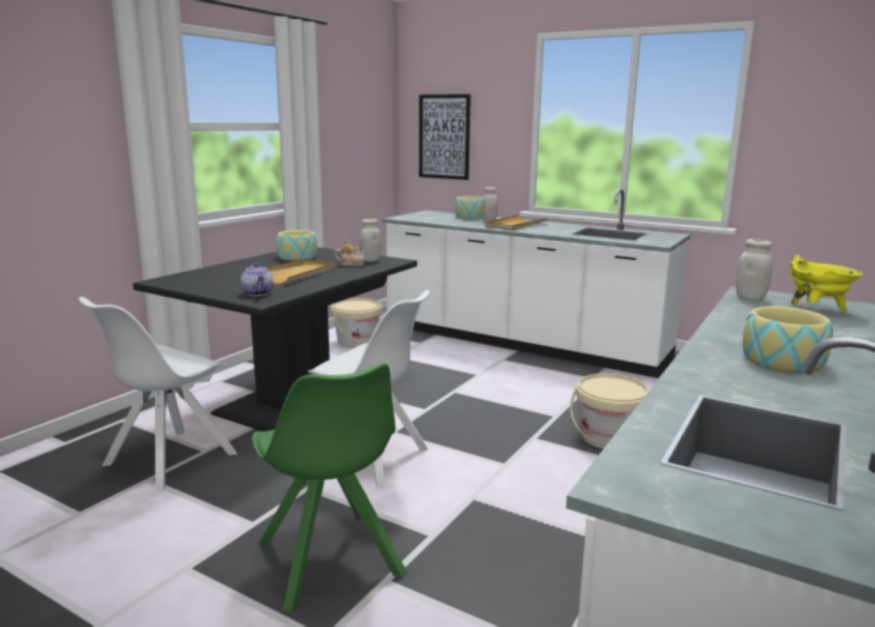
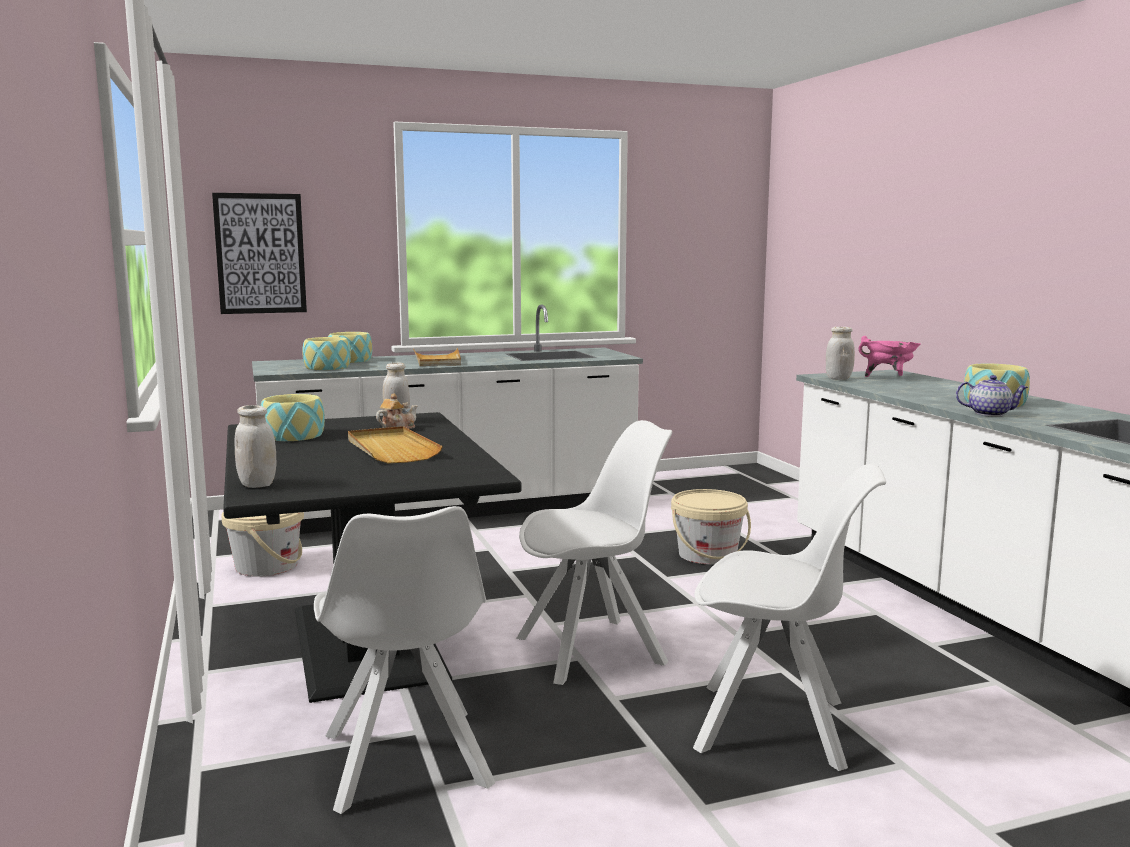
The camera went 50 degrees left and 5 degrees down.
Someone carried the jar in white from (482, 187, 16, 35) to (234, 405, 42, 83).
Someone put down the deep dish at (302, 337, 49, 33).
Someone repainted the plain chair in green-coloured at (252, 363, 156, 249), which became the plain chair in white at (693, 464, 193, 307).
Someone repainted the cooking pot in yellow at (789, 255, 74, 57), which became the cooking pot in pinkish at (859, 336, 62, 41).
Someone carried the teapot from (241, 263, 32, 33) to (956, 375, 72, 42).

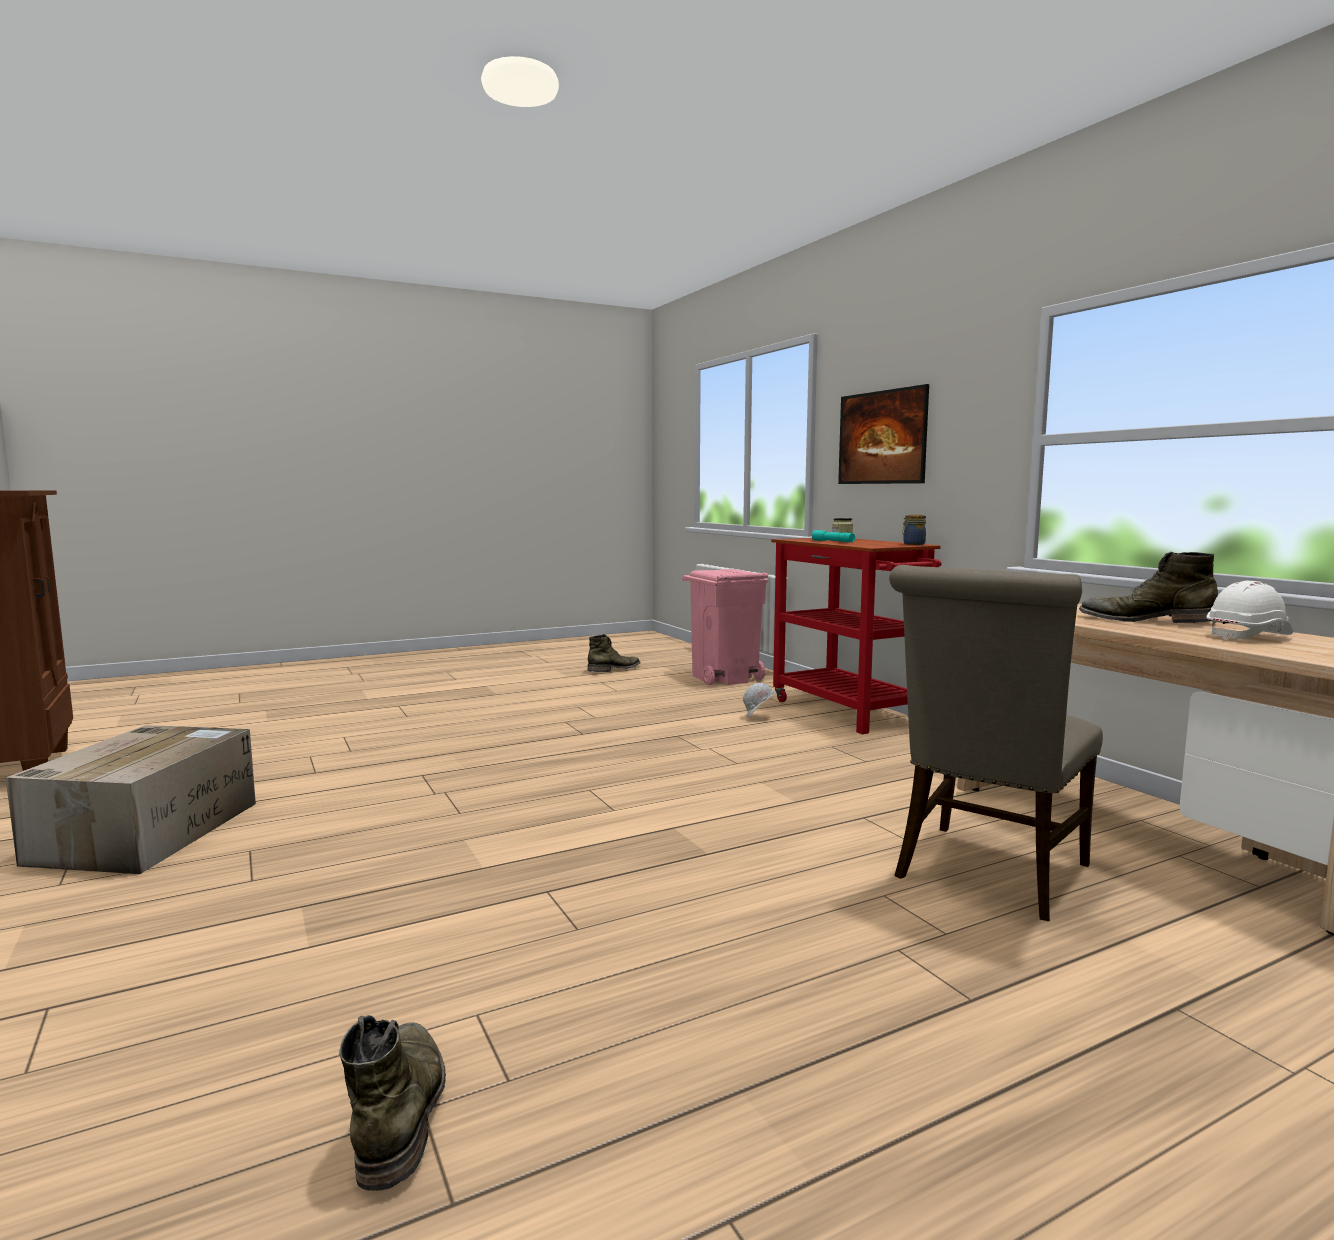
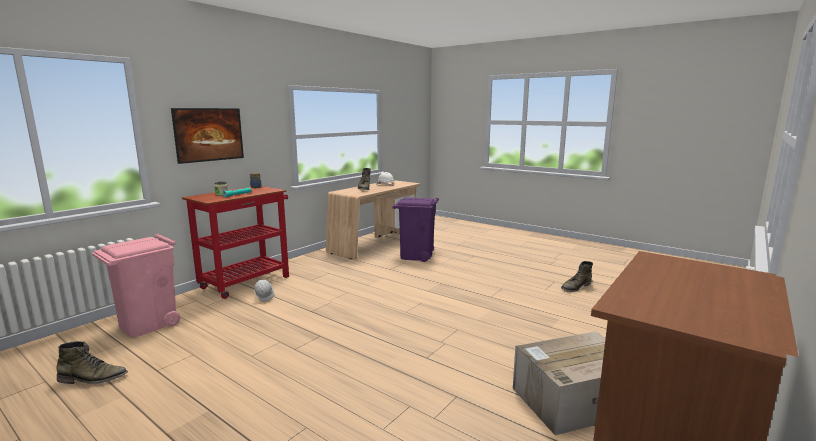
The camera went 115 degrees left and 5 degrees up.
Someone rotated the boot in green-coloured at (587, 634, 54, 38) by 150 degrees clockwise.
Someone swapped the plain chair in sand-coloured at (889, 565, 214, 356) for the waste bin in purple-coloured at (393, 198, 46, 64).

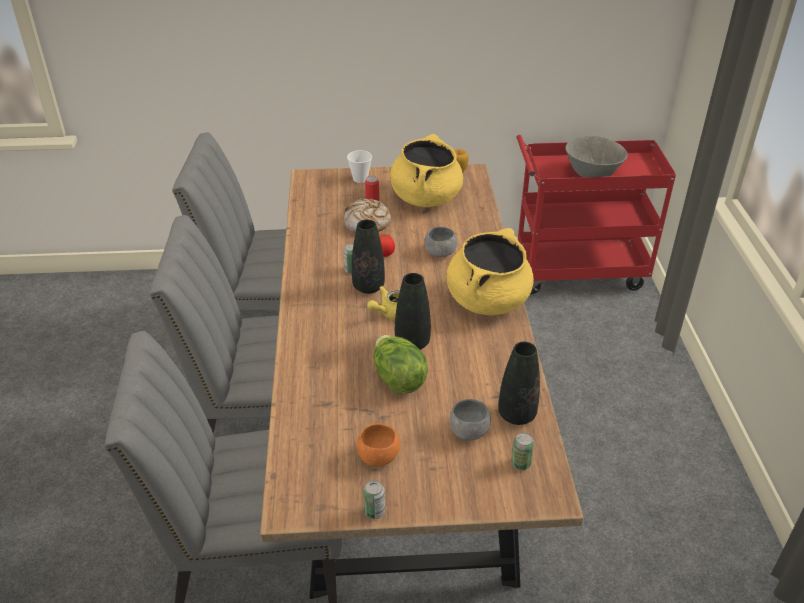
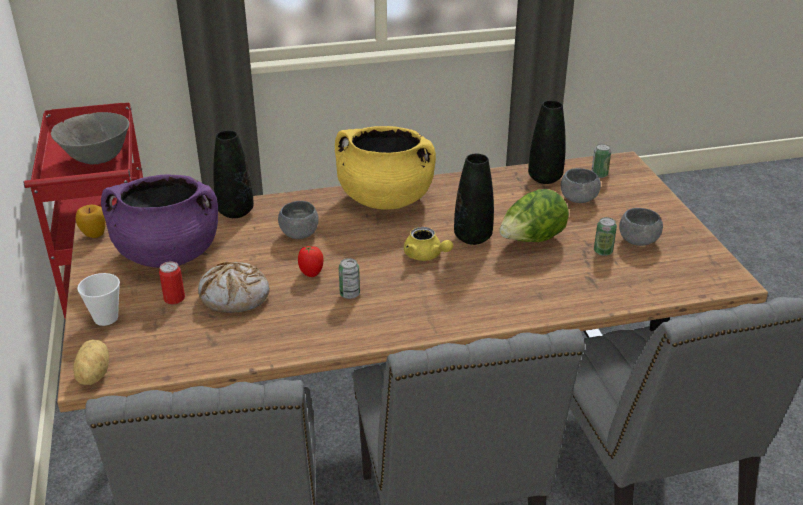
The camera went 100 degrees left and 5 degrees down.
Someone put down the whole potato at (73, 340, 36, 45).
Someone repainted the cooking pot in yellow at (390, 134, 73, 73), which became the cooking pot in purple-coloured at (101, 174, 117, 94).
Someone carried the flower vase in black from (352, 220, 33, 74) to (213, 130, 41, 88).
Someone carried the metal can from (363, 480, 22, 39) to (594, 217, 23, 39).
Someone repainted the deep dish in orange-coloured at (357, 423, 43, 44), which became the deep dish in greyish at (619, 208, 44, 38).

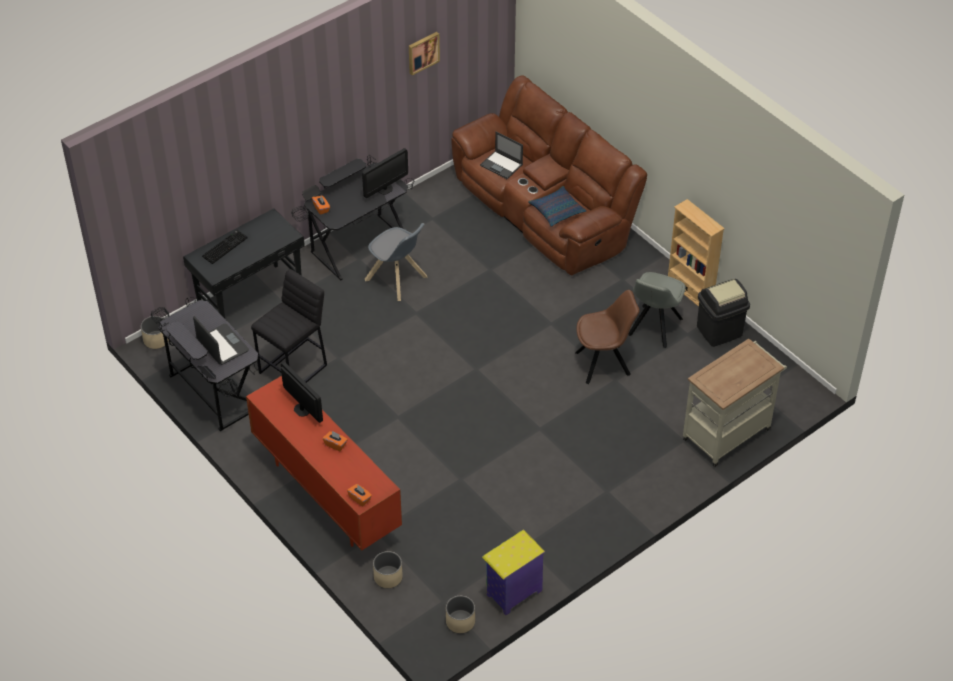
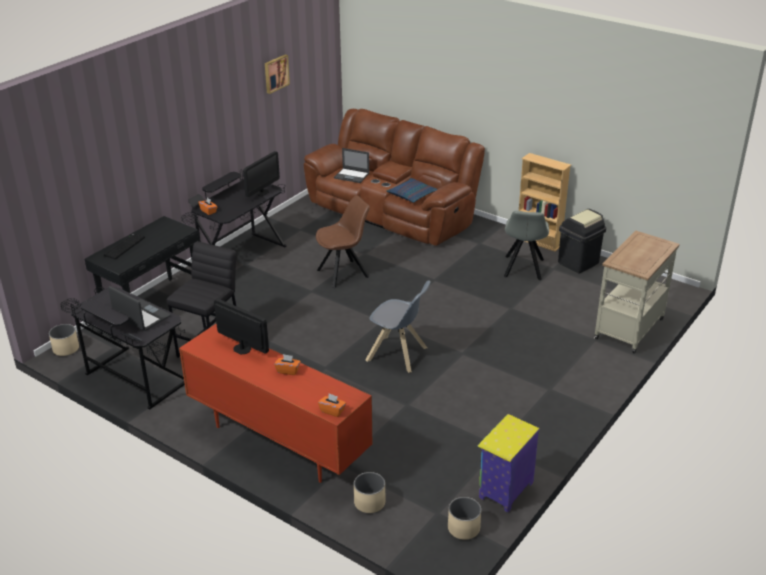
The camera went 15 degrees left and 15 degrees down.
Someone carried the plain chair in brown-coloured from (575, 290, 64, 94) to (316, 195, 54, 93).
Someone carried the plain chair in greyish from (365, 223, 63, 78) to (366, 280, 65, 93).

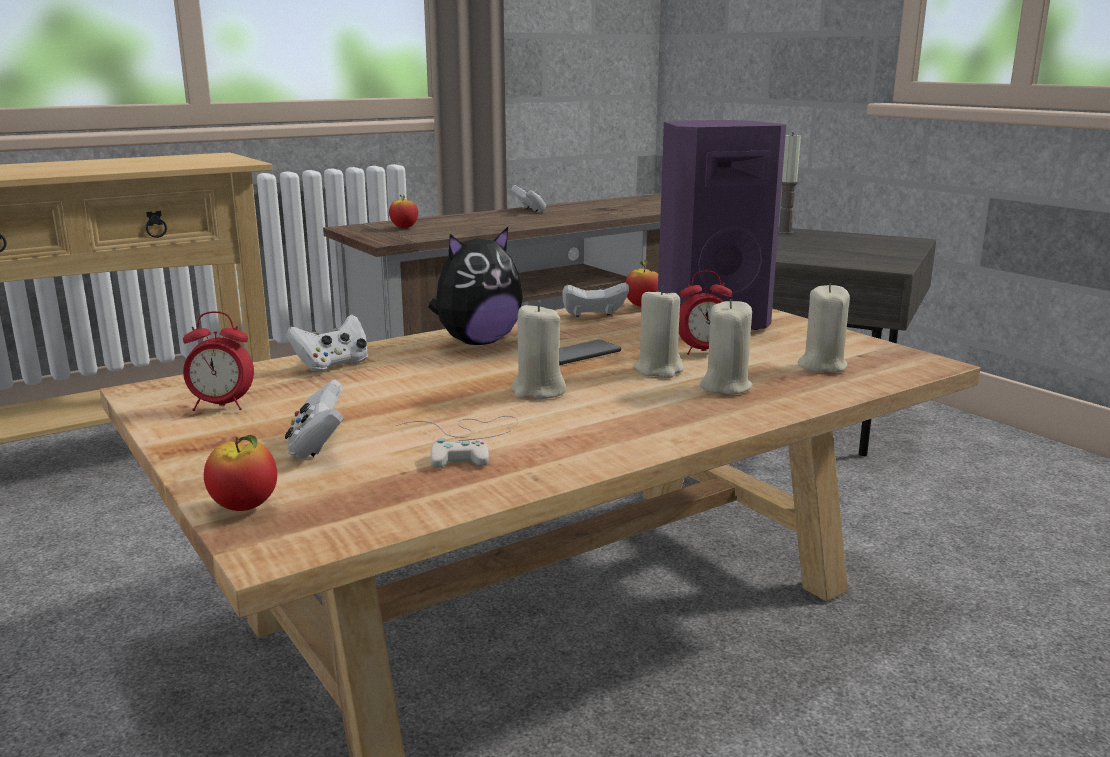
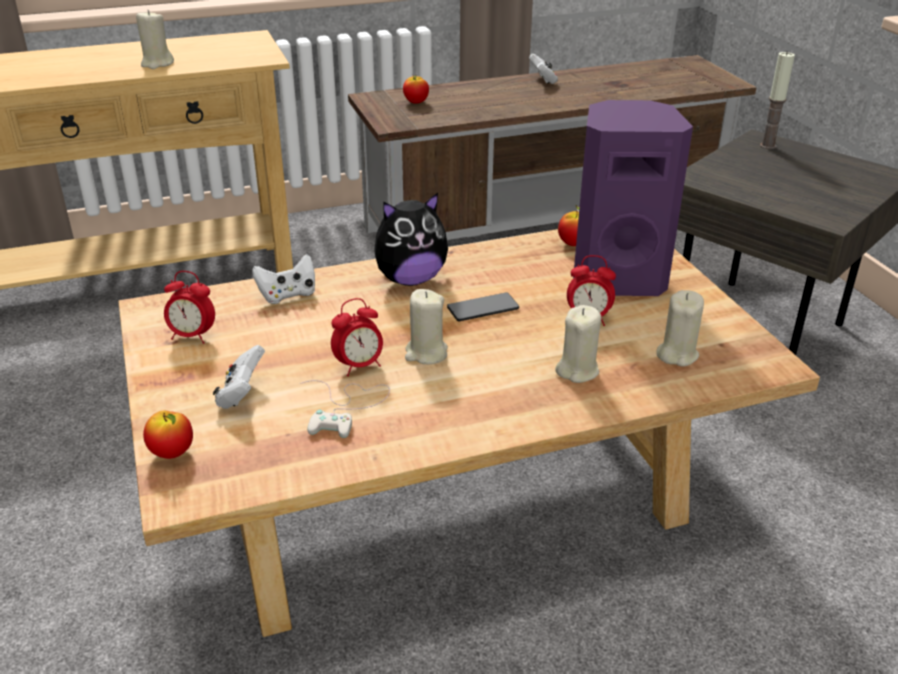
The camera went 15 degrees right and 15 degrees up.
Someone carried the wax light in sand-coloured from (634, 286, 50, 92) to (136, 10, 38, 59).
Someone put down the table clock at (331, 298, 52, 78).
Someone took away the game controller in white at (562, 283, 67, 34).

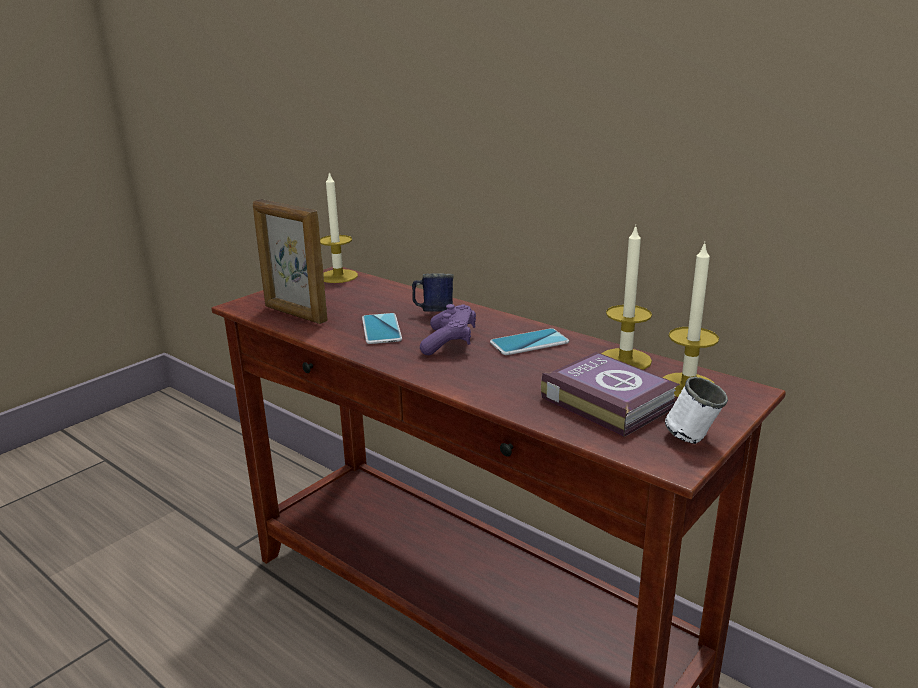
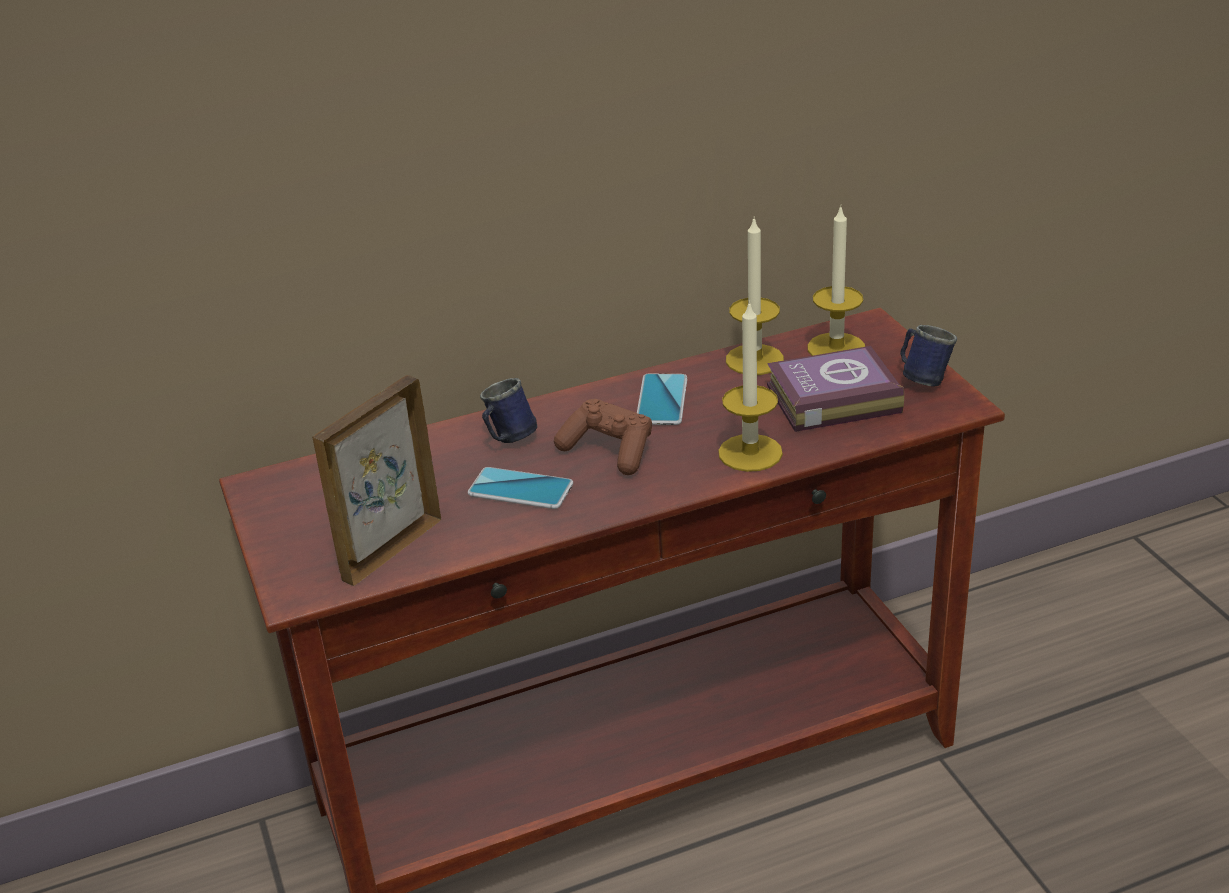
The camera went 60 degrees left and 10 degrees up.
Someone rotated the picture frame at (252, 199, 75, 125) by 150 degrees clockwise.
Someone repainted the game controller in purple-coloured at (420, 304, 56, 51), which became the game controller in brown-coloured at (554, 399, 98, 76).
Someone carried the wax light from (320, 171, 38, 112) to (718, 300, 65, 172).
Someone repainted the mug in white at (665, 377, 63, 67), which became the mug in blue at (900, 325, 57, 62).

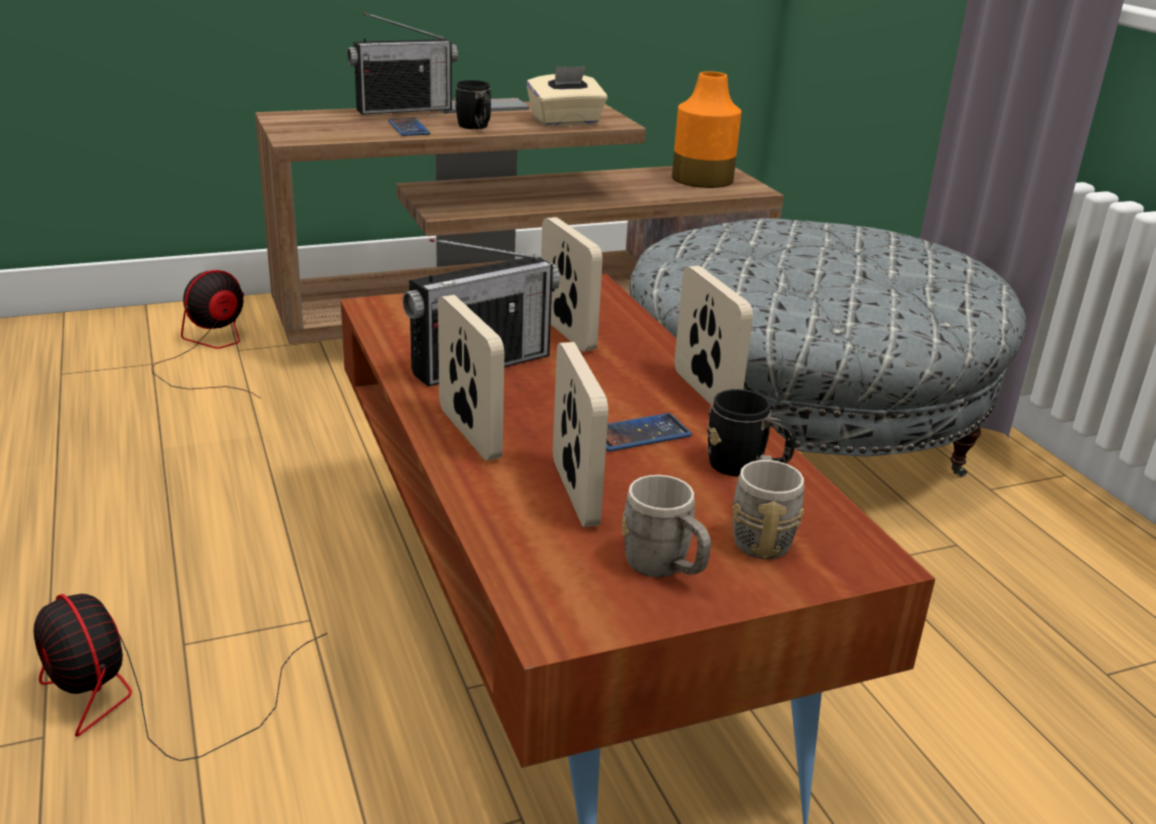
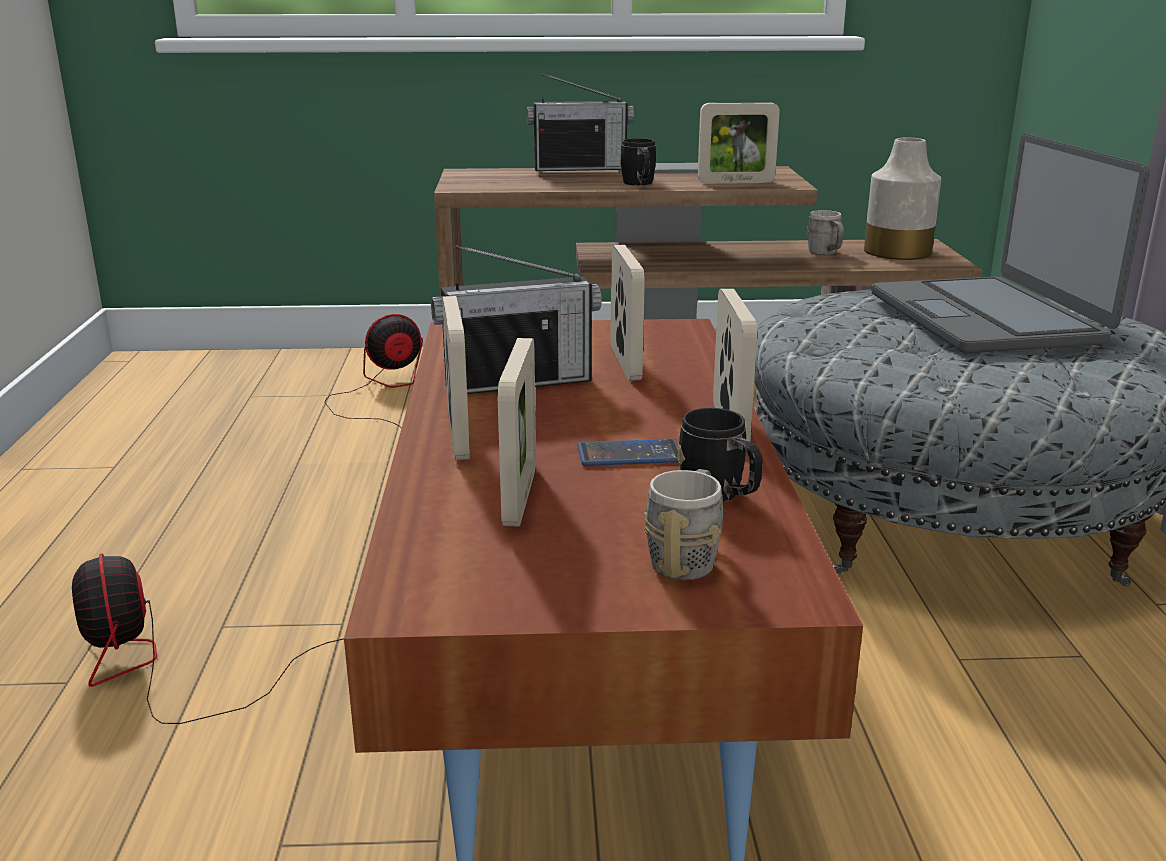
The camera went 20 degrees right and 5 degrees down.
Someone swapped the tissue box in sand-coloured at (526, 66, 82, 61) for the picture frame at (698, 102, 82, 82).
Someone carried the mug in greyish from (622, 475, 89, 102) to (807, 210, 37, 45).
Someone repainted the flower vase in orange-coloured at (672, 71, 69, 117), which became the flower vase in sand-coloured at (864, 138, 77, 122).
Someone put down the notebook computer at (871, 134, 279, 219).
Someone took away the phone at (388, 118, 42, 18).

